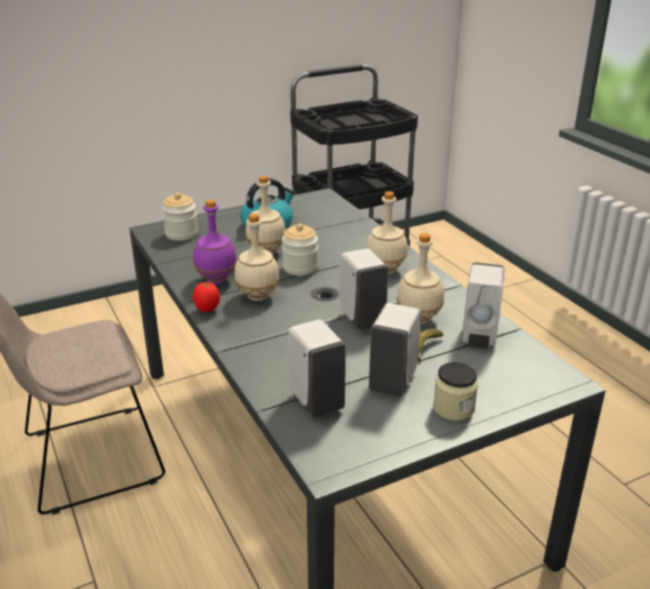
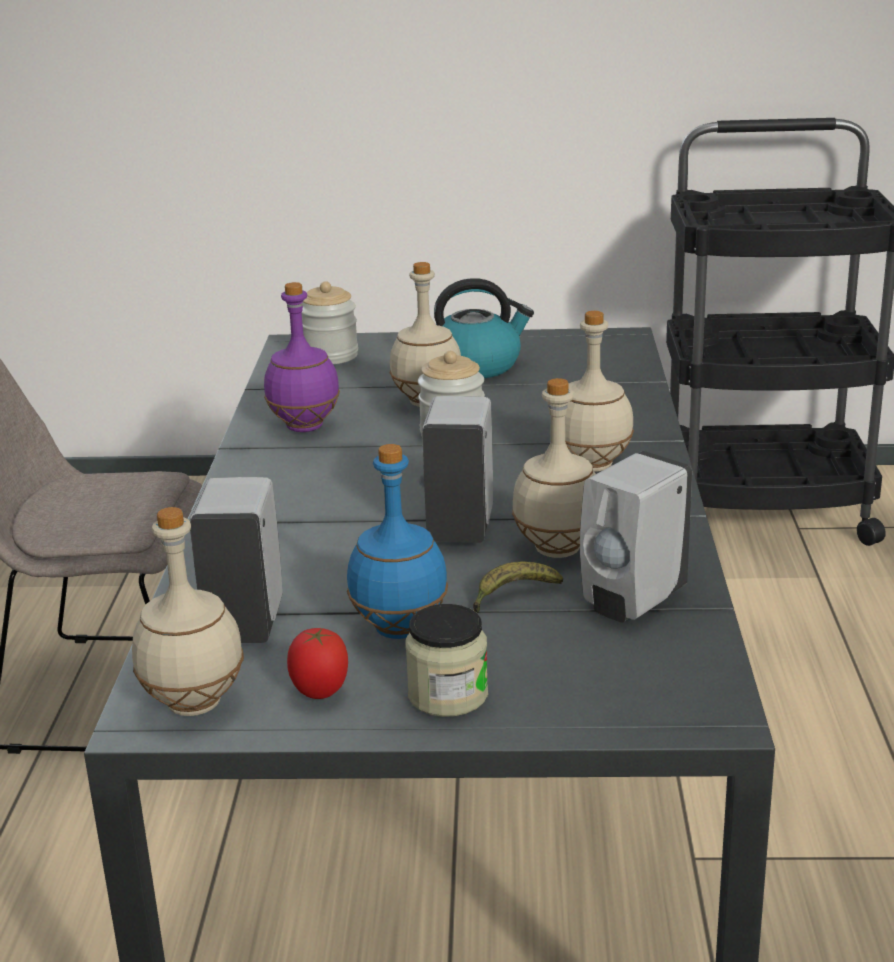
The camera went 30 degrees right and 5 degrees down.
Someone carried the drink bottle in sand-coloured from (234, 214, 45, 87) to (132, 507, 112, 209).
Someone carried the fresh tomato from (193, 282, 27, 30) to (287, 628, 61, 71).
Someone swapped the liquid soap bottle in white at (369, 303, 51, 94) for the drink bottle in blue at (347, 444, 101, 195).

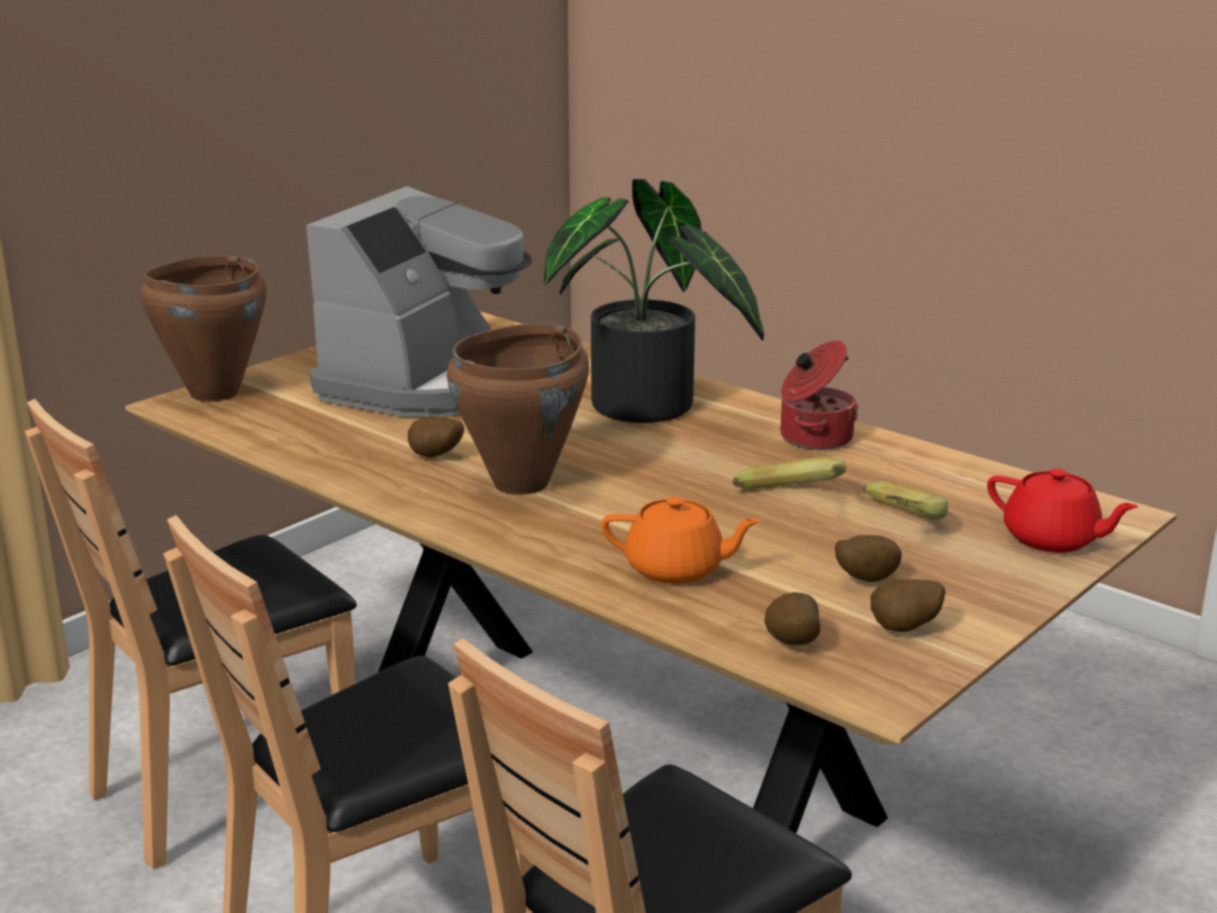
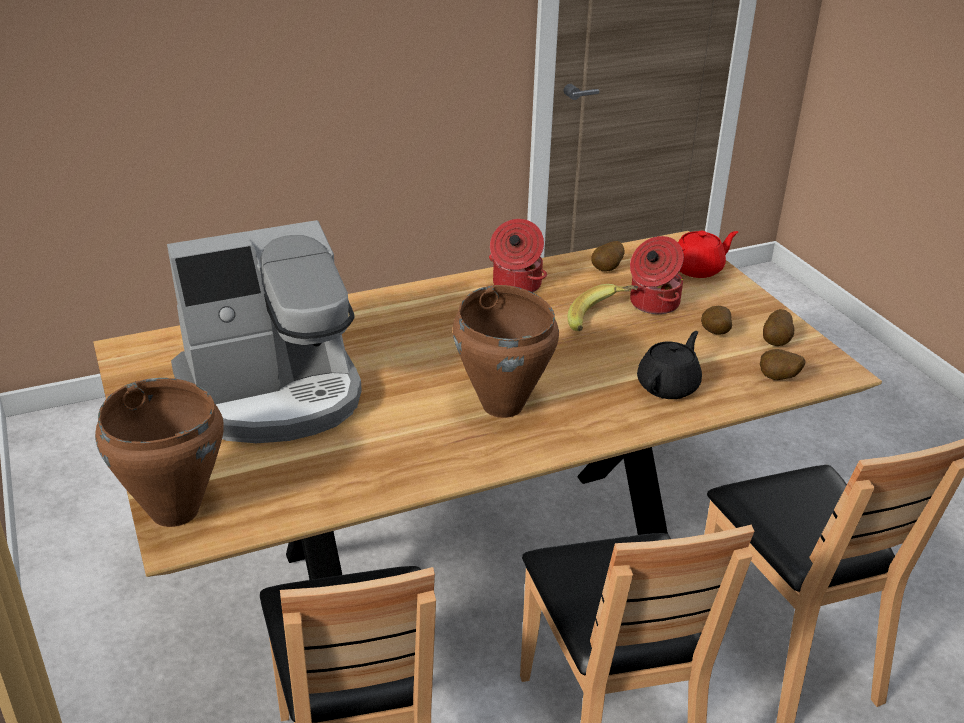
The camera went 65 degrees left and 10 degrees up.
Someone rotated the coffee machine at (306, 186, 226, 231) by 105 degrees clockwise.
Someone carried the whole potato from (408, 416, 56, 41) to (592, 241, 32, 31).
Someone swapped the banana fruit at (863, 482, 85, 38) for the cooking pot at (630, 236, 54, 78).
Someone repainted the teapot in orange-coloured at (601, 496, 160, 88), which became the teapot in black at (637, 331, 65, 68).
Someone took away the plant in a pot at (544, 179, 220, 244).

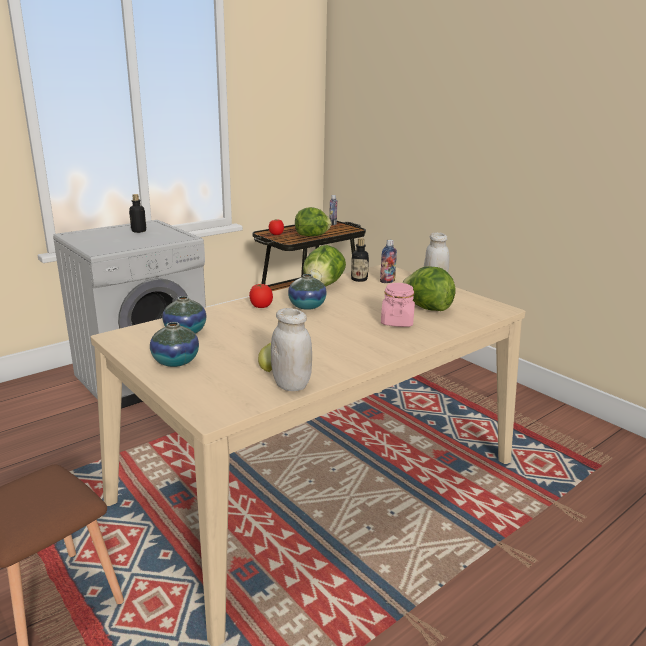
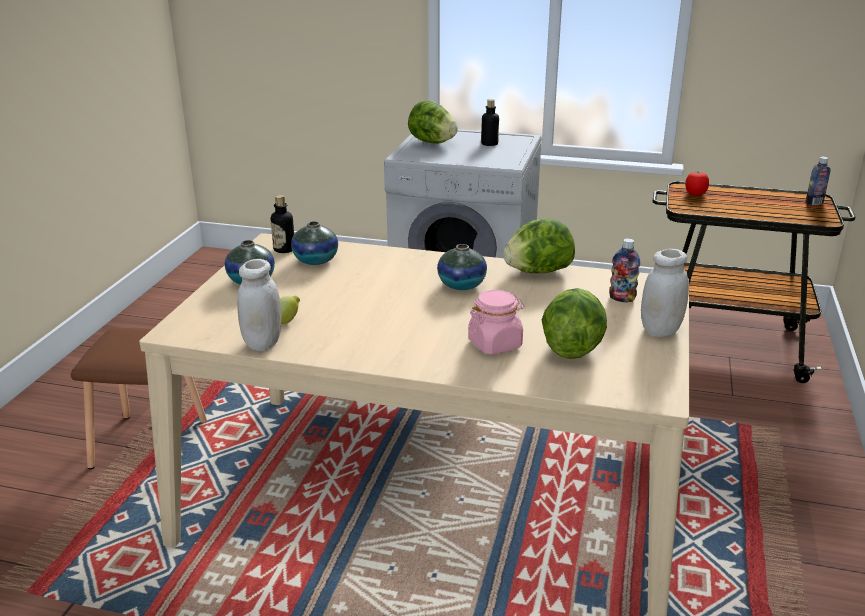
The camera went 55 degrees right and 5 degrees up.
Someone carried the drink bottle from (351, 238, 18, 44) to (271, 195, 23, 58).
Someone carried the head of lettuce from (295, 207, 36, 29) to (408, 101, 50, 42).
Someone took away the fresh tomato at (249, 284, 24, 24).

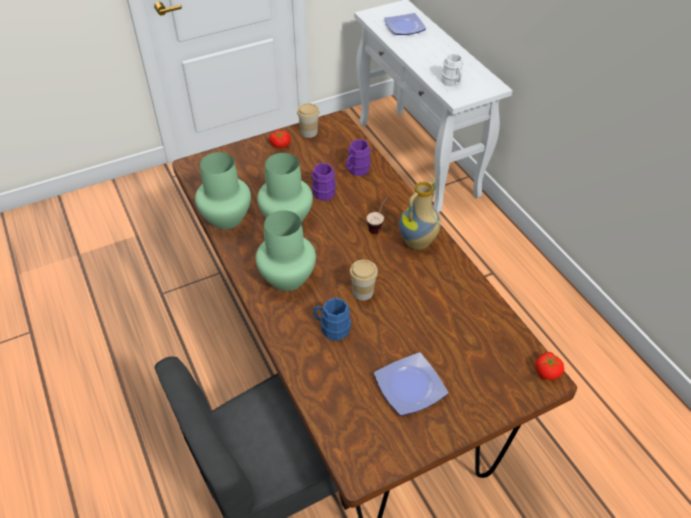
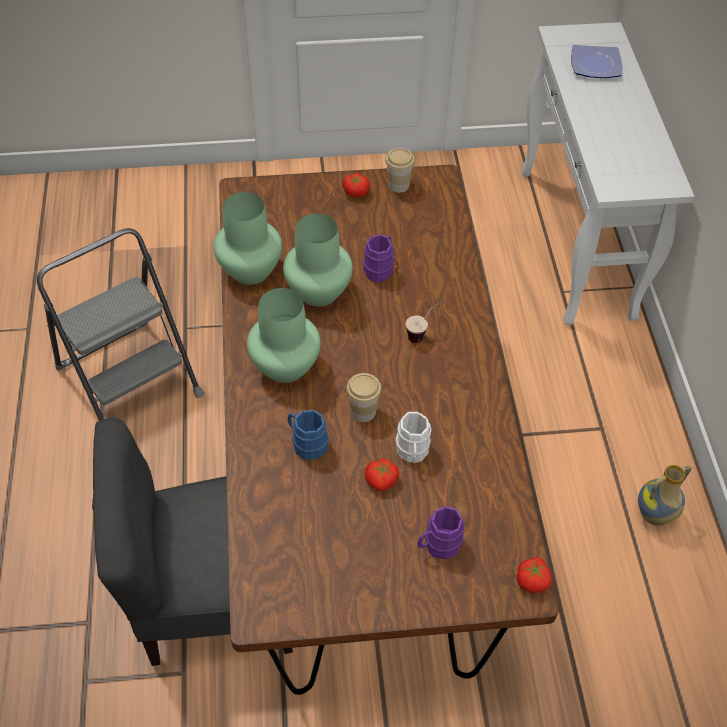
The camera went 20 degrees right and 5 degrees up.
Someone put down the step stool in greyish at (37, 228, 168, 192).
Someone put down the fresh tomato at (365, 459, 34, 32).
Someone carried the mug in white from (441, 53, 22, 33) to (395, 412, 37, 51).
Someone carried the mug in purple-coloured from (346, 139, 25, 37) to (417, 507, 47, 52).
Someone carried the flower vase from (399, 179, 42, 71) to (638, 465, 54, 61).
Someone took away the plate at (374, 352, 74, 64).

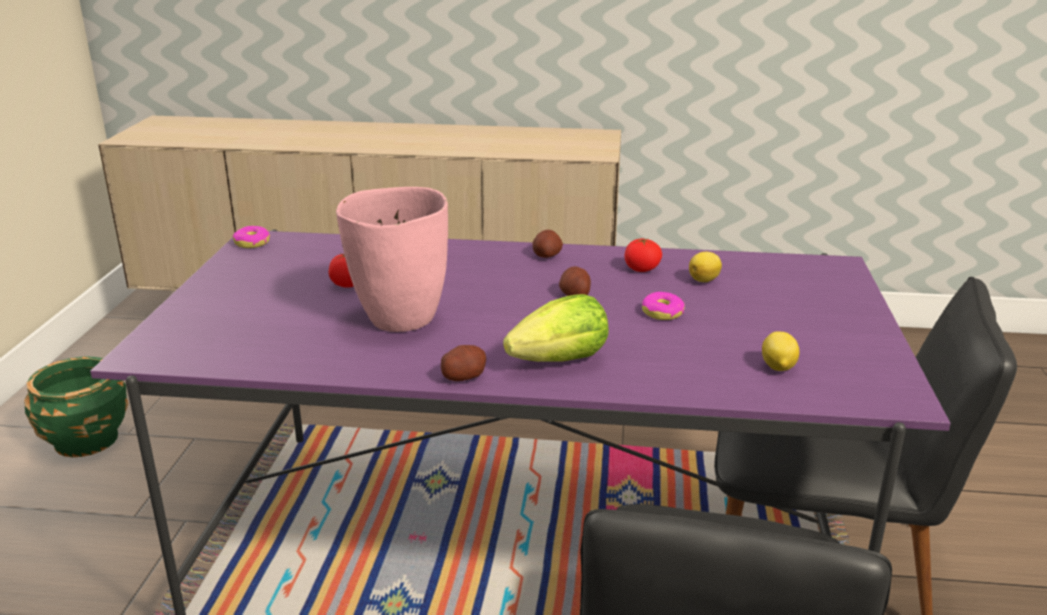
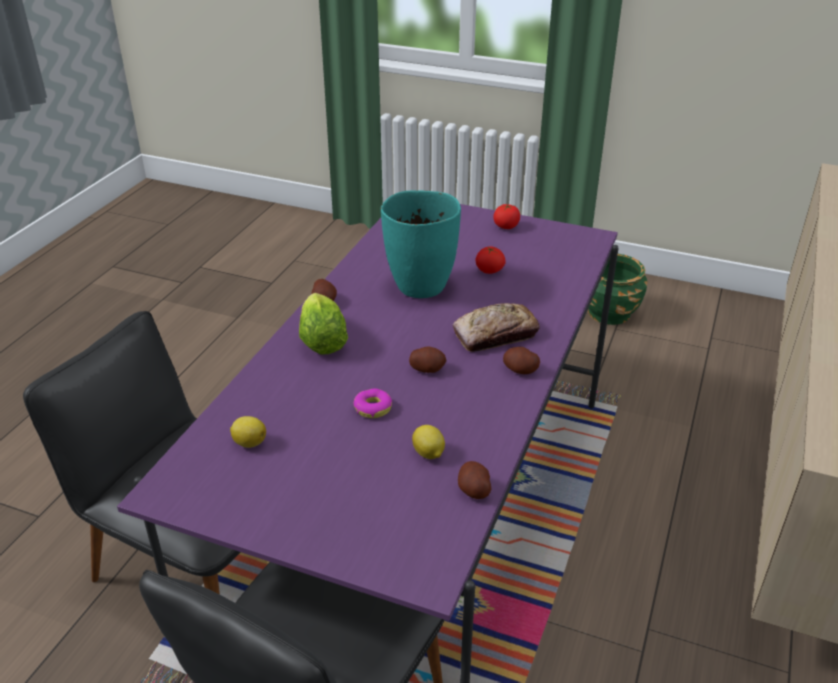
The camera went 105 degrees right and 10 degrees up.
Someone repainted the flower vase in pinkish at (336, 187, 112, 145), which became the flower vase in blue-green at (381, 190, 80, 108).
Someone put down the bread at (453, 303, 87, 49).
Someone put down the whole potato at (458, 461, 33, 38).
Someone carried the fresh tomato from (624, 238, 38, 34) to (494, 204, 26, 25).
Someone took away the doughnut at (232, 226, 38, 22).

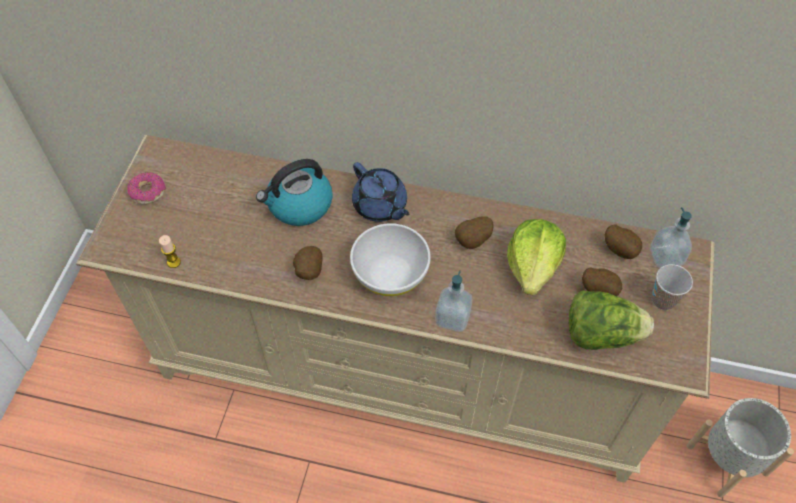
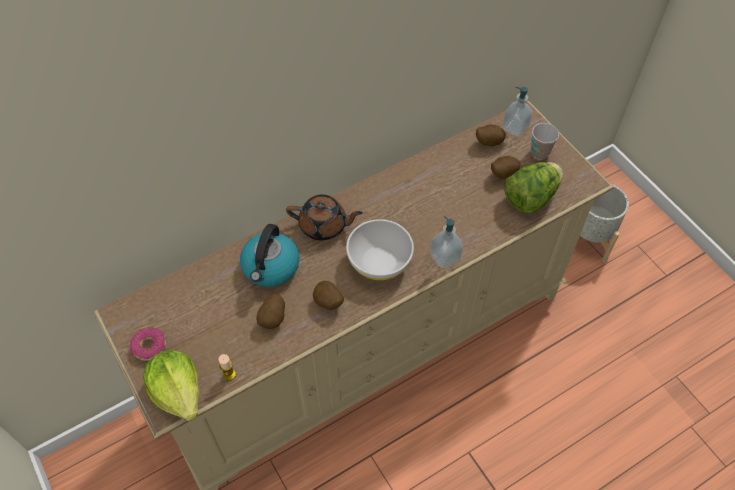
The camera went 45 degrees left and 0 degrees up.
Someone carried the head of lettuce from (507, 219, 59, 76) to (143, 350, 56, 71).
Someone carried the whole potato from (455, 216, 39, 33) to (257, 294, 28, 35).
Someone repainted the teapot in blue at (352, 162, 58, 60), which became the teapot in brown-coloured at (286, 195, 77, 46).

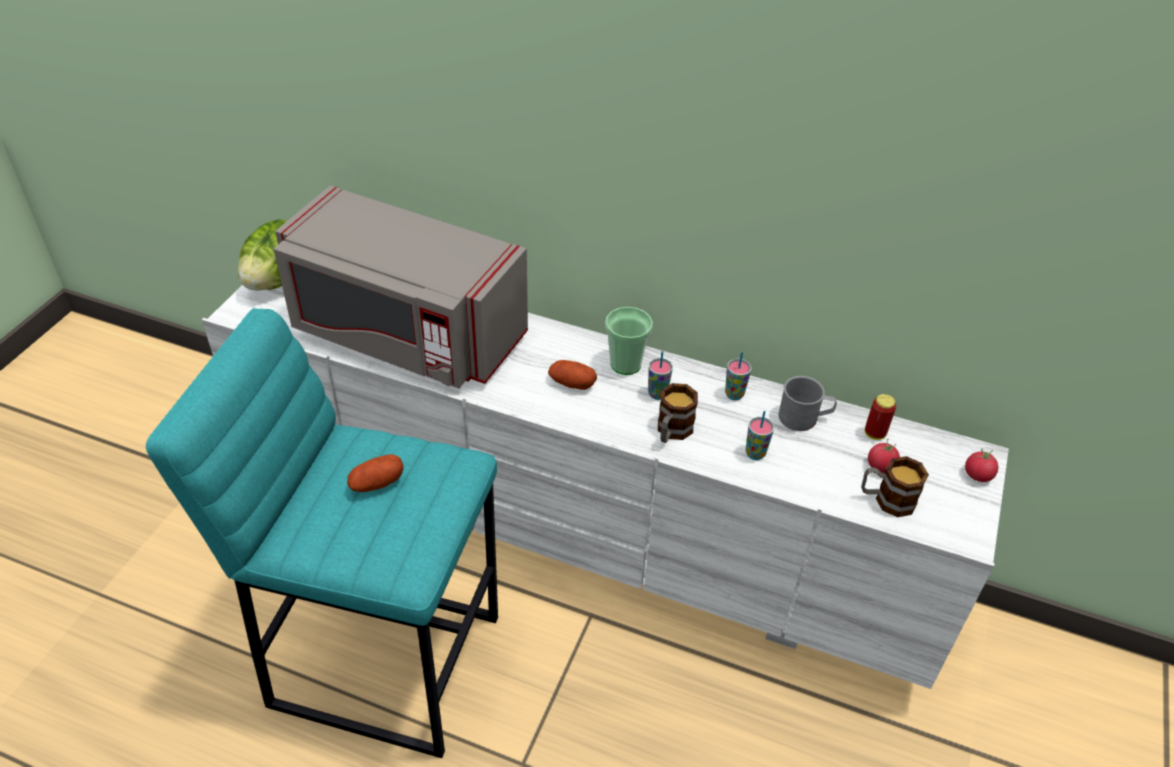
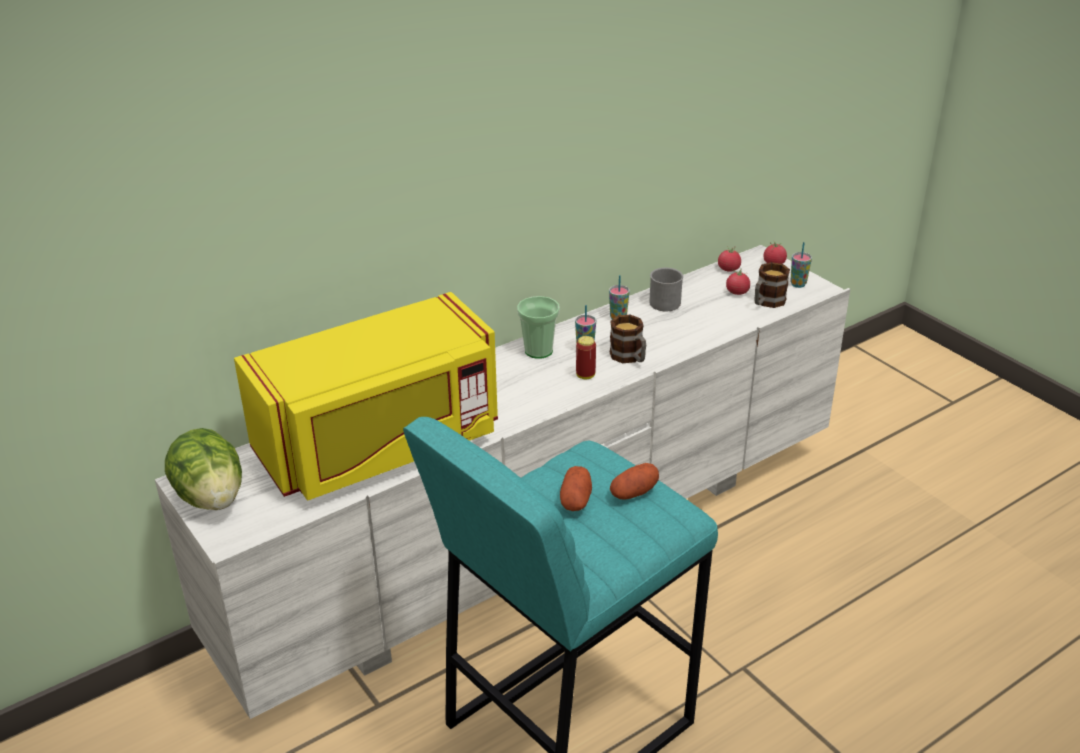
The camera went 55 degrees left and 10 degrees down.
Someone repainted the microwave in greyish at (274, 186, 254, 203), which became the microwave in yellow at (234, 292, 264, 209).
Someone carried the metal can from (865, 394, 31, 46) to (576, 336, 20, 43).
Someone carried the whole potato from (548, 360, 49, 30) to (610, 463, 49, 37).
Someone put down the fresh tomato at (718, 246, 23, 26).
Someone carried the cup from (746, 411, 28, 49) to (791, 242, 21, 46).

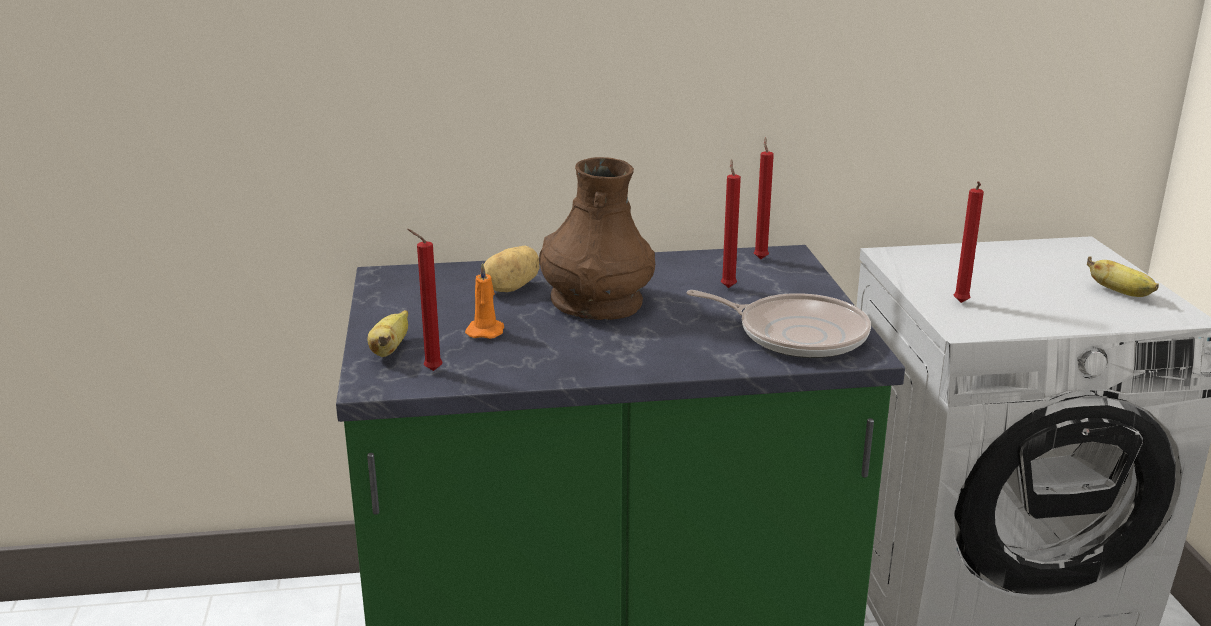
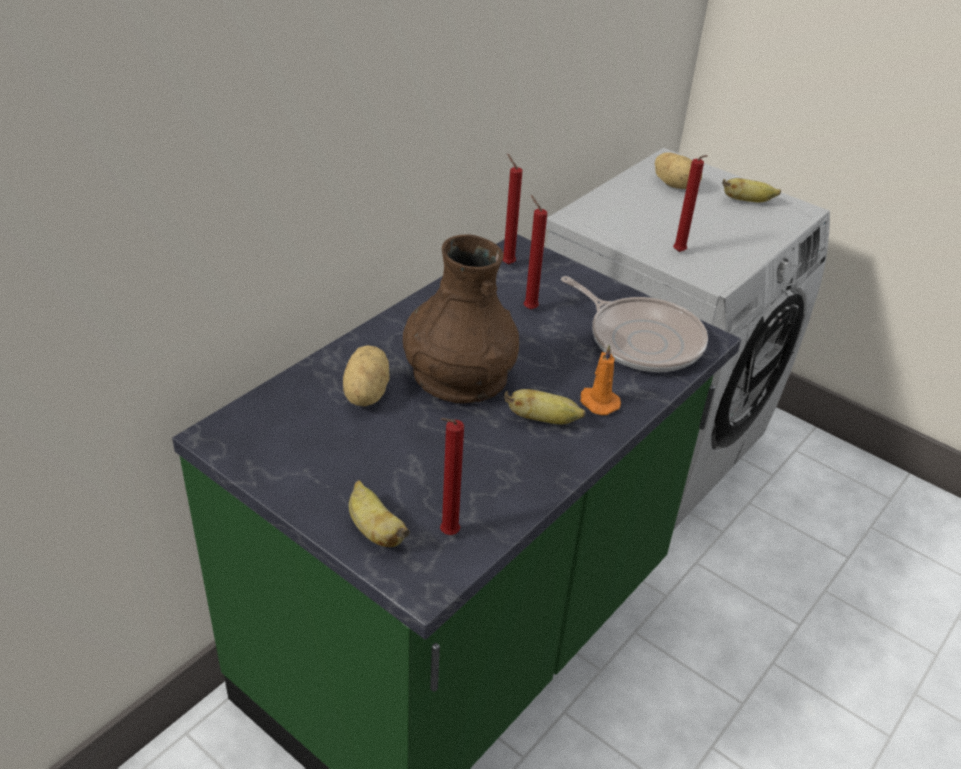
The camera went 45 degrees left and 15 degrees up.
Someone put down the banana fruit at (504, 389, 82, 35).
Someone rotated the frying pan at (686, 290, 185, 68) by 60 degrees clockwise.
Someone carried the wax light in orange-coloured from (465, 262, 39, 77) to (580, 344, 41, 71).
Someone put down the whole potato at (655, 152, 47, 37).

